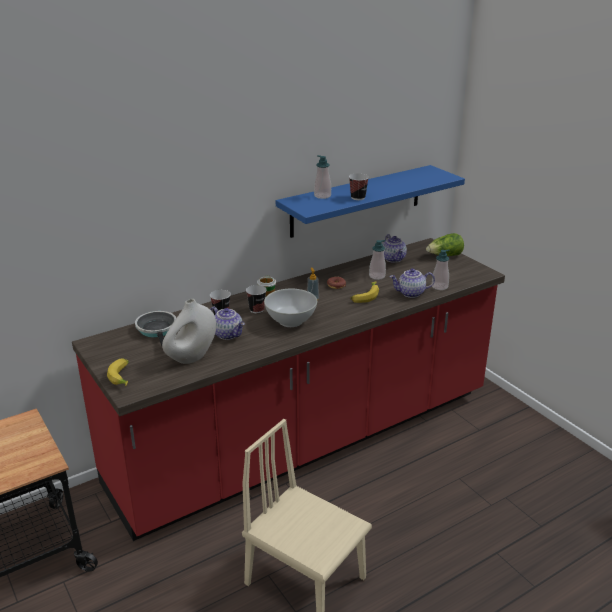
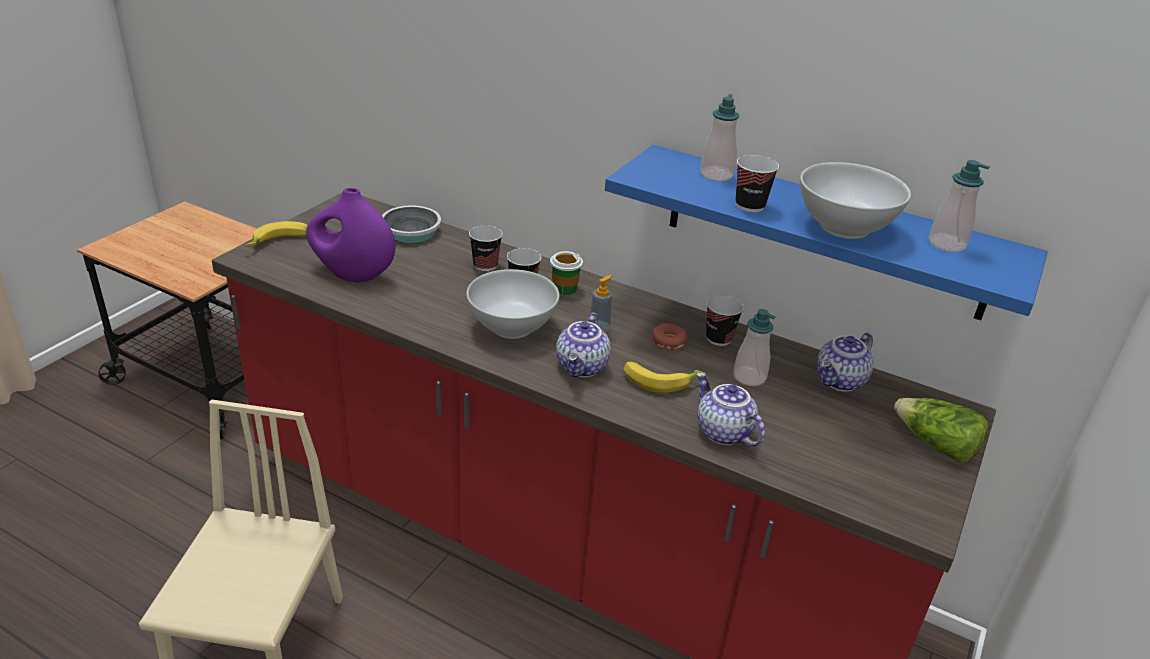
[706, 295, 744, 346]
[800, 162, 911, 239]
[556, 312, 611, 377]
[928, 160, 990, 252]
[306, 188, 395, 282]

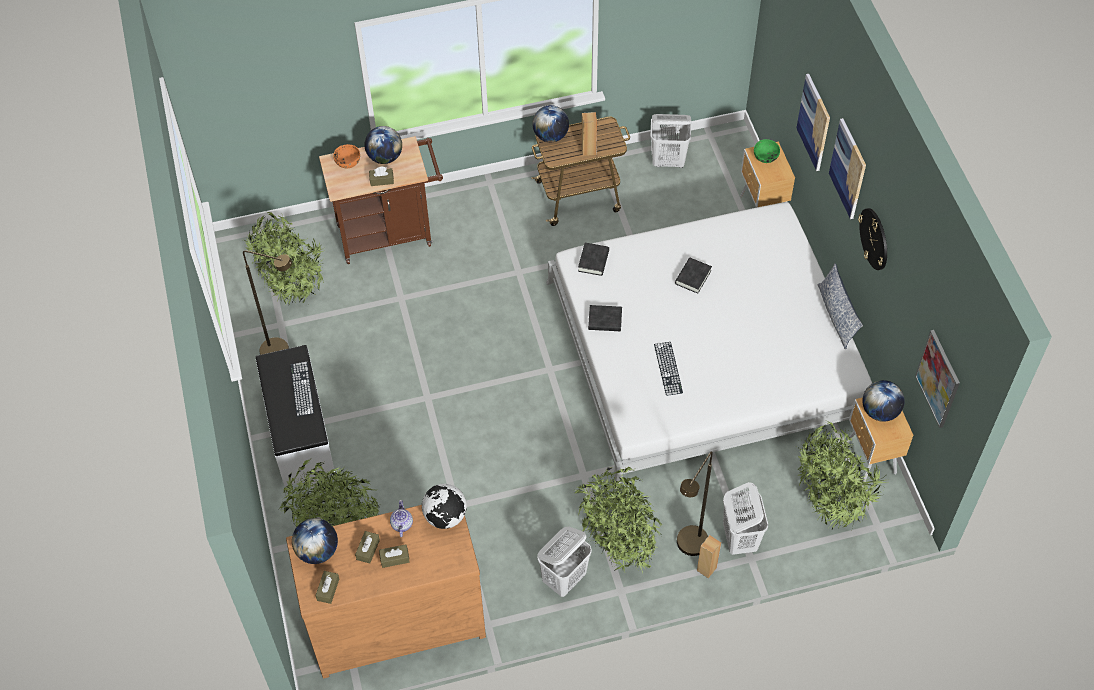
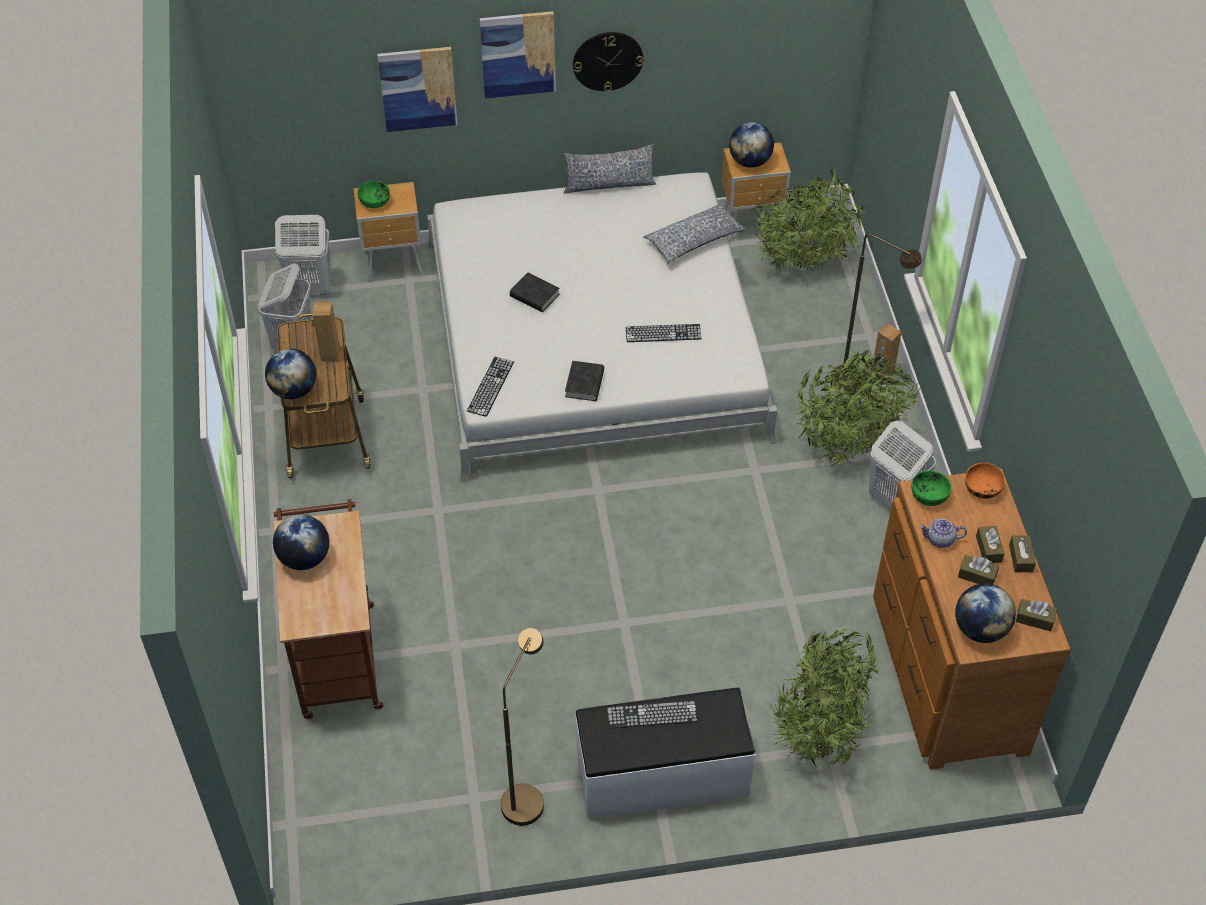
[245, 212, 324, 304] (first image)
[915, 330, 960, 428] (first image)
[643, 202, 746, 264]
[965, 463, 1005, 499]
[1009, 535, 1036, 572]
[275, 215, 331, 296]
[911, 470, 951, 506]
[467, 357, 514, 417]

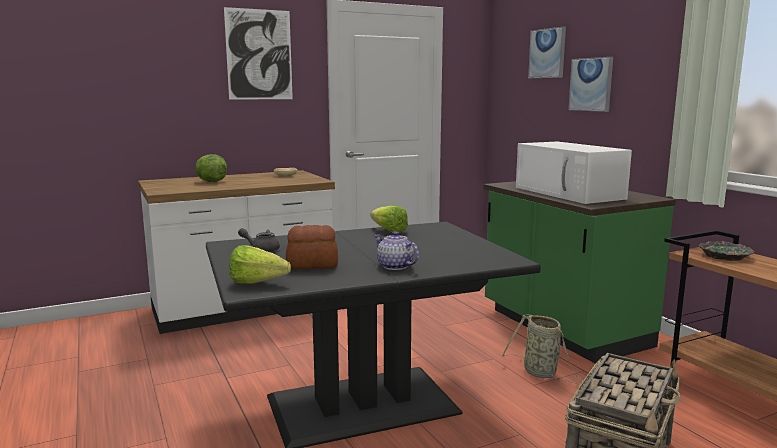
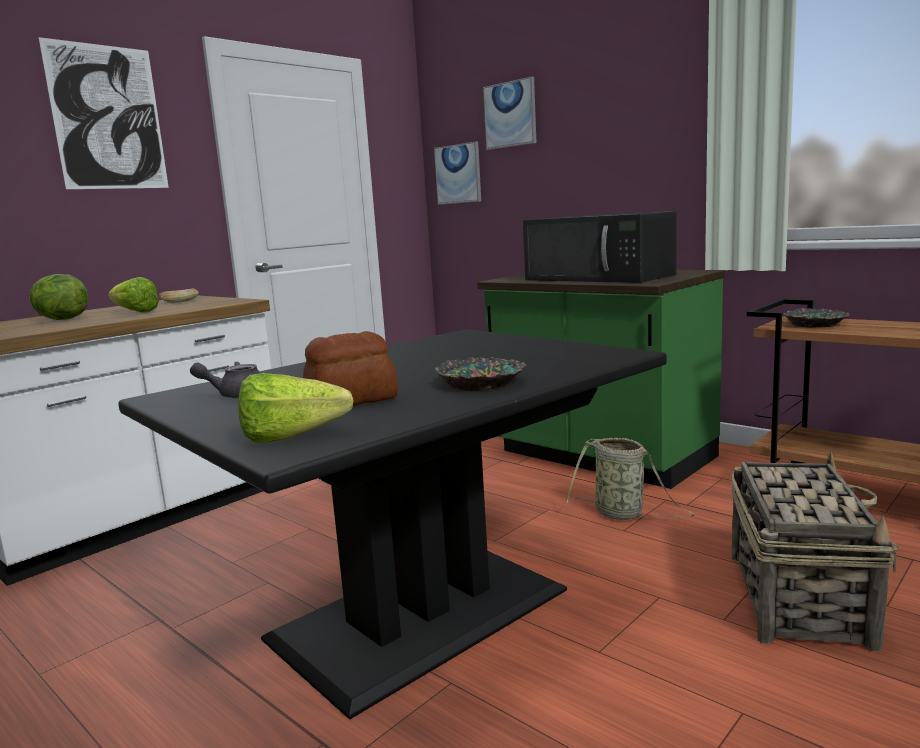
[108, 277, 159, 313]
[434, 141, 481, 205]
[435, 357, 526, 391]
[523, 211, 677, 283]

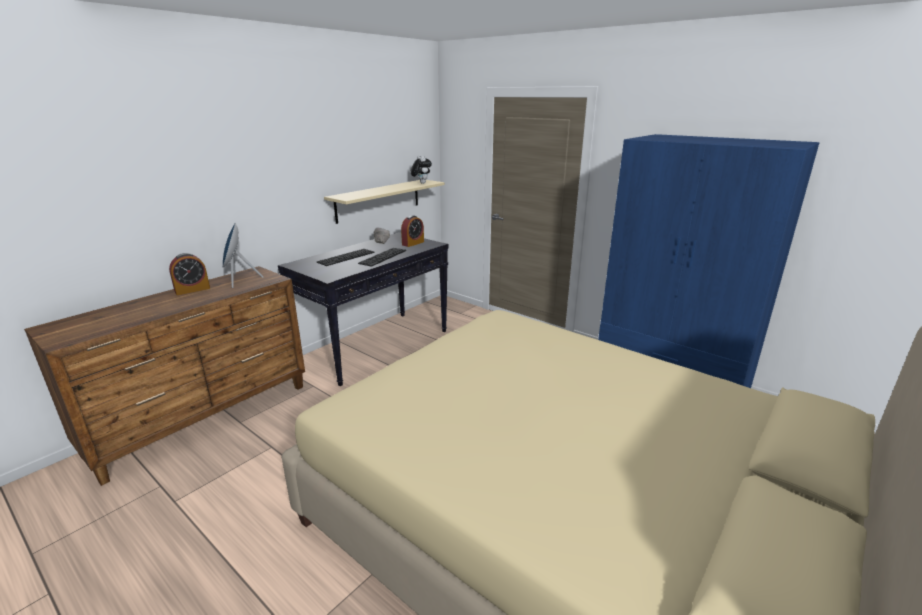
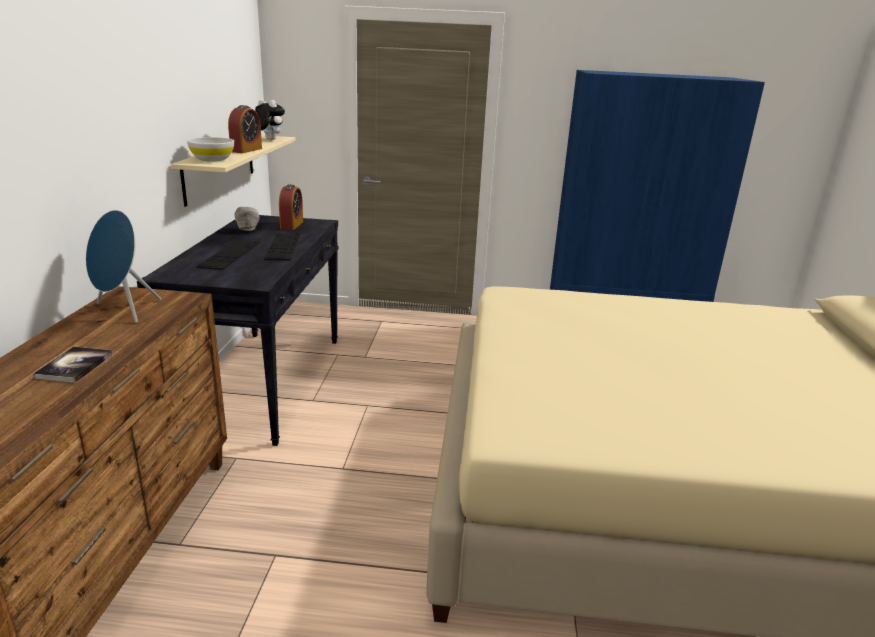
[33, 346, 113, 383]
[187, 137, 234, 162]
[228, 105, 262, 153]

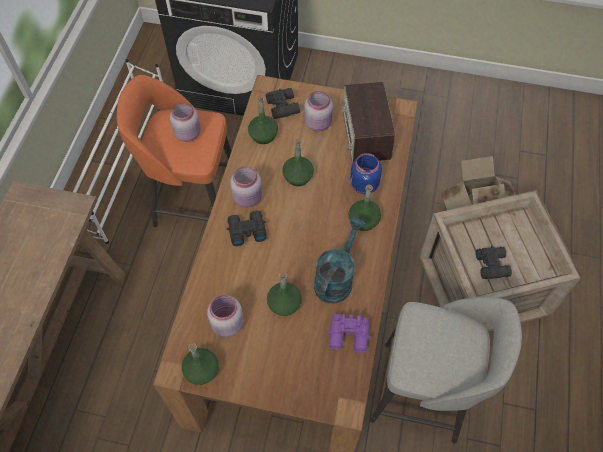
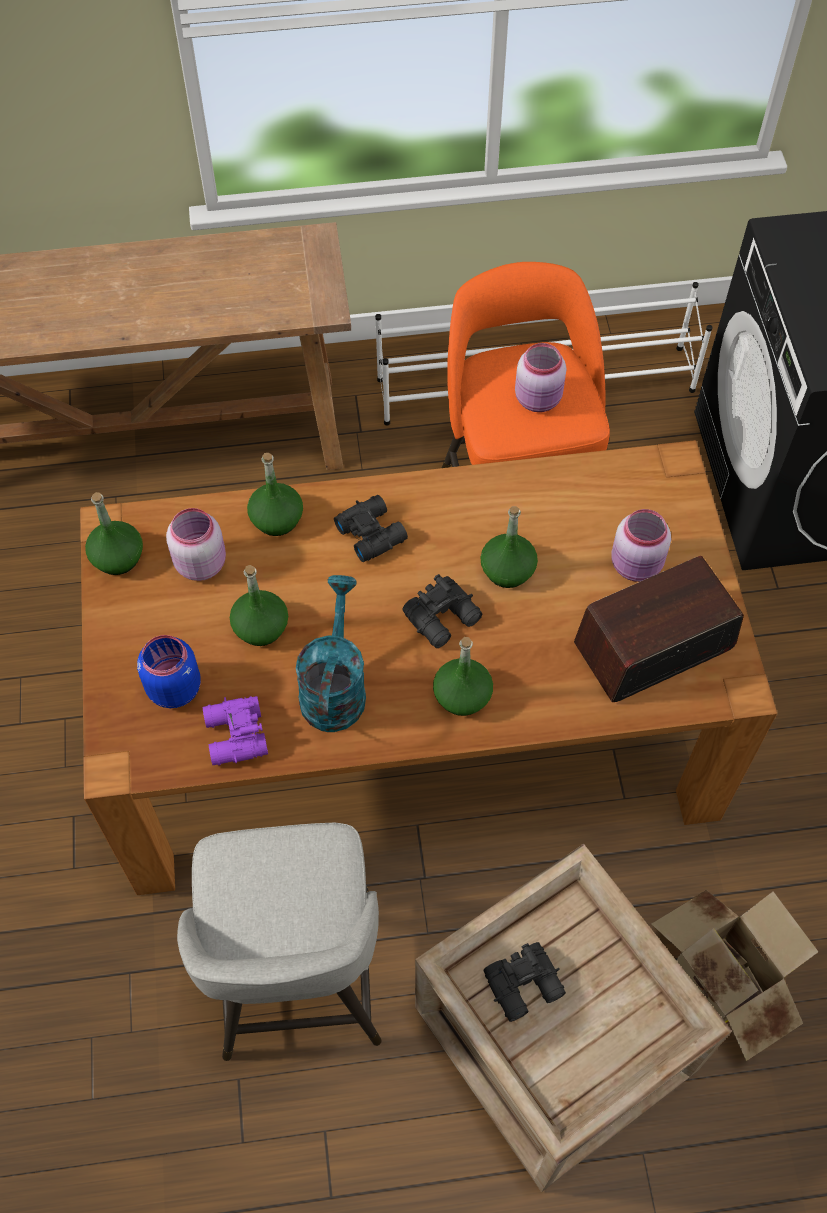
[230, 166, 262, 208] (first image)
[247, 453, 303, 536]
[402, 574, 482, 648]
[137, 635, 201, 708]
[296, 575, 366, 732]

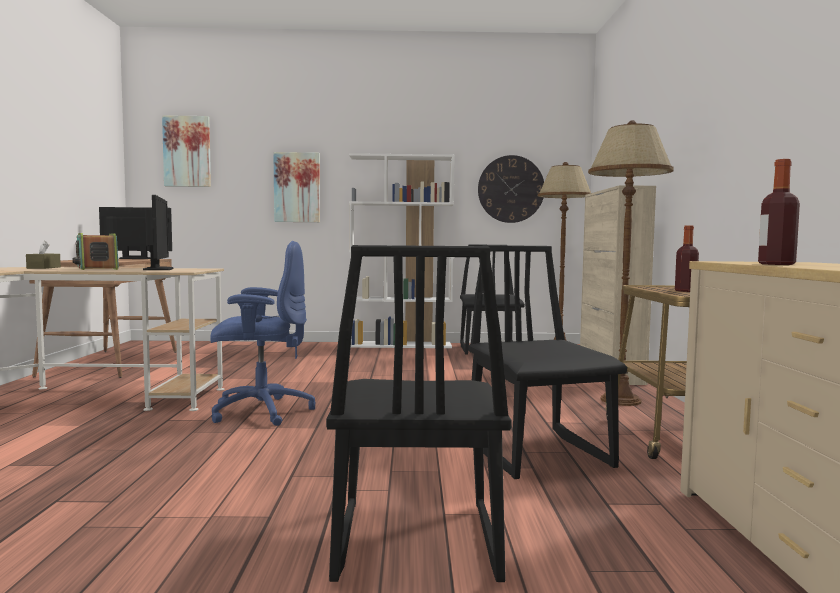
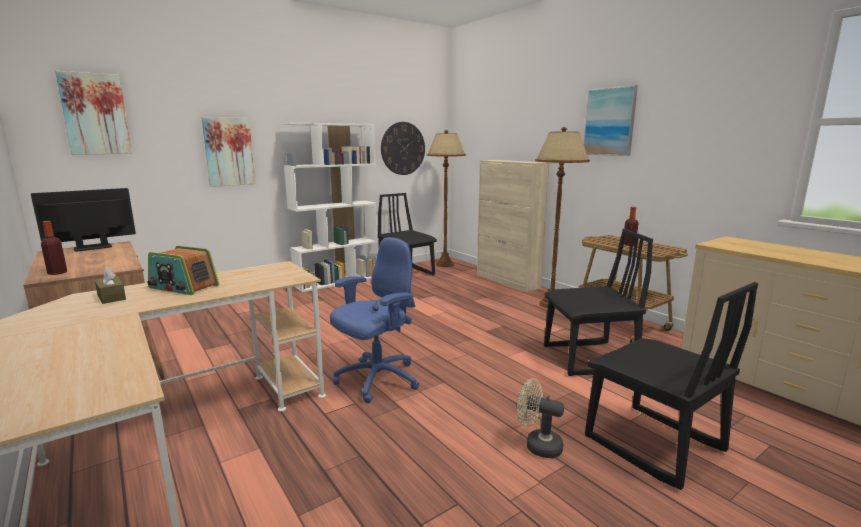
[143, 195, 174, 270] (first image)
[517, 379, 564, 458]
[584, 85, 638, 156]
[41, 221, 67, 275]
[544, 229, 653, 376]

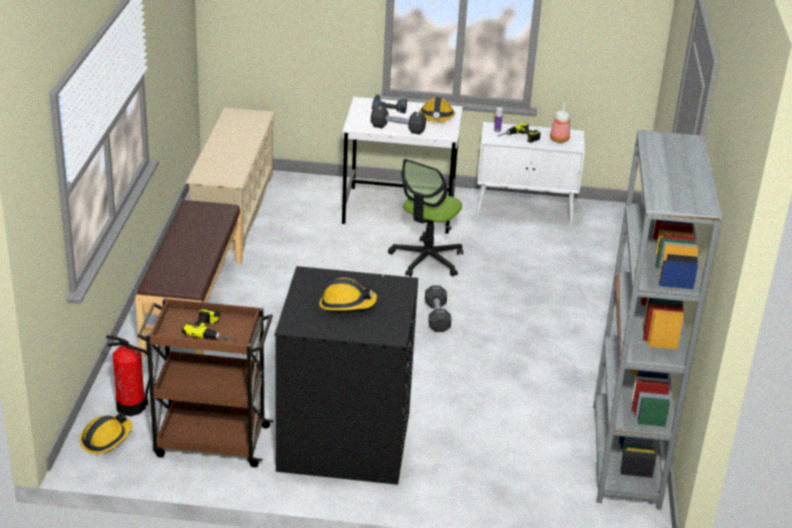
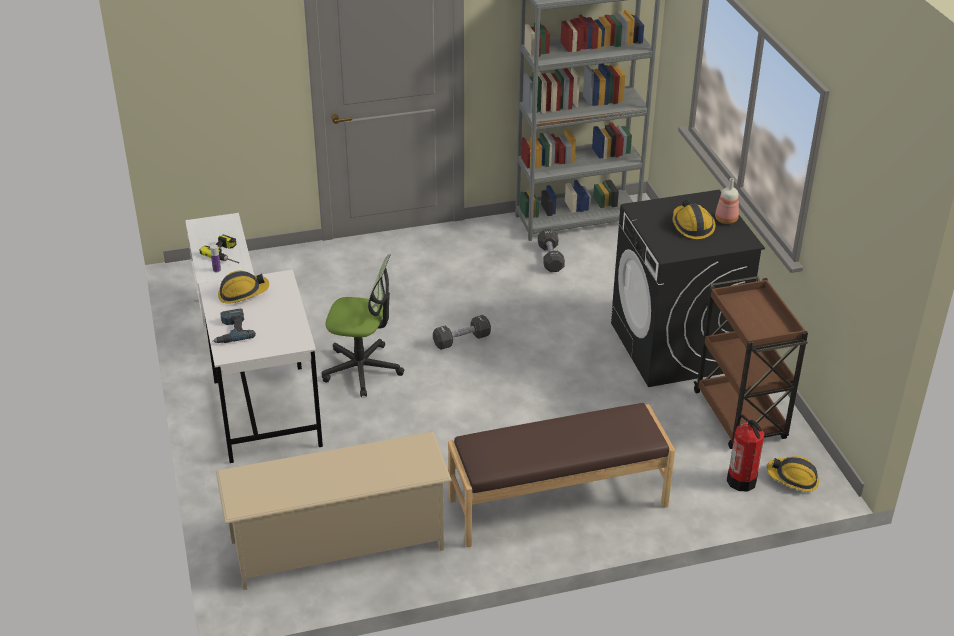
[182, 308, 236, 340] (first image)
[538, 229, 565, 272]
[715, 178, 739, 224]

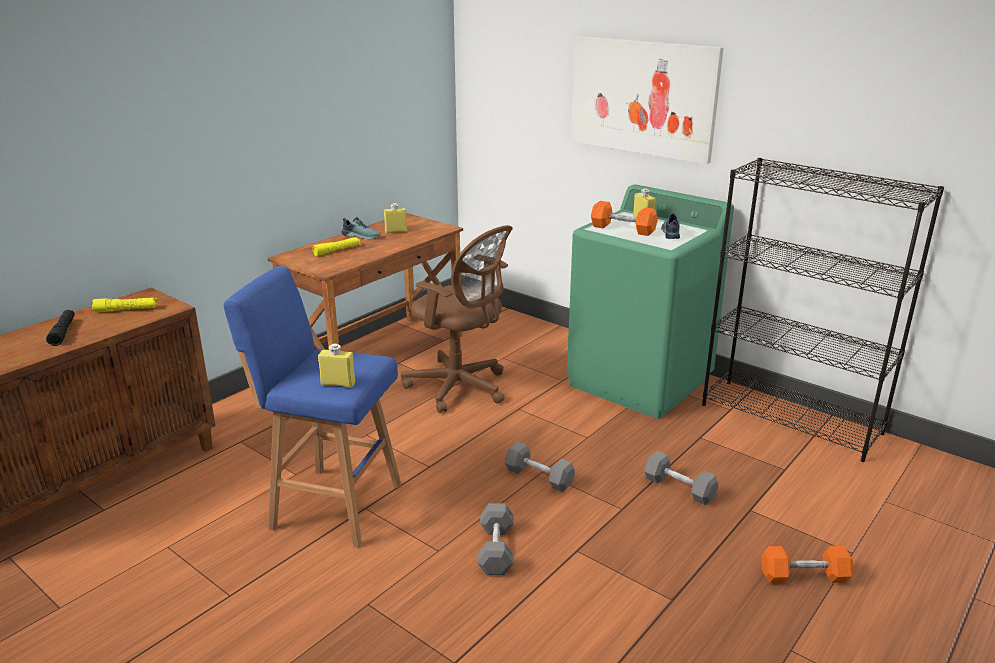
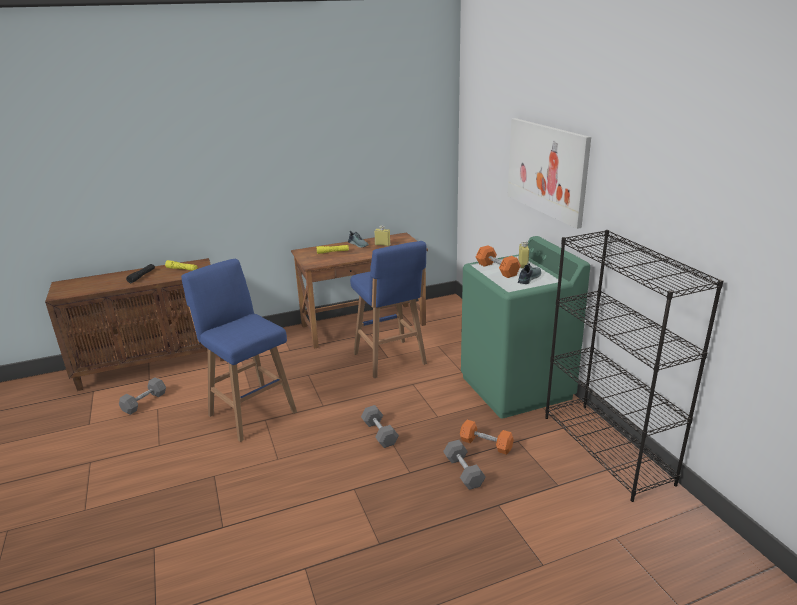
[318, 344, 355, 388] (first image)
[119, 377, 166, 415]
[460, 420, 514, 455]
[350, 241, 427, 378]

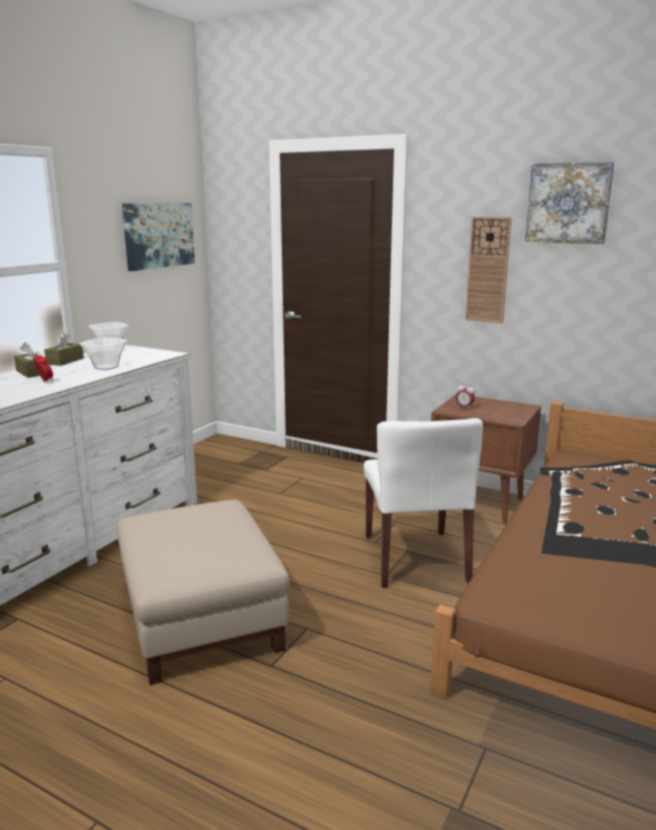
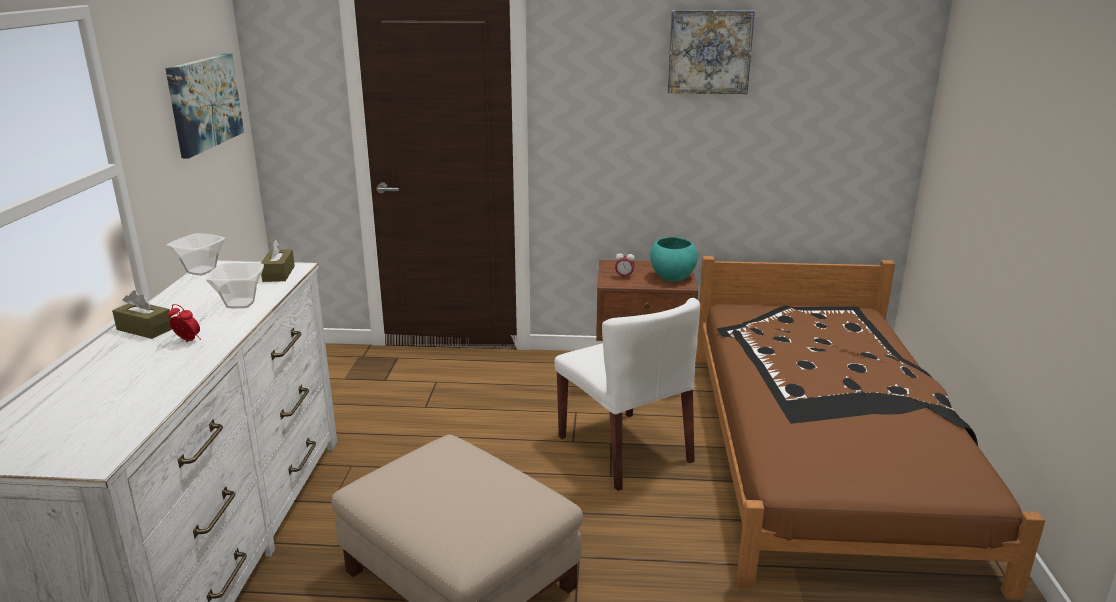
[465, 217, 512, 323] (first image)
[650, 237, 698, 282]
[261, 239, 295, 282]

